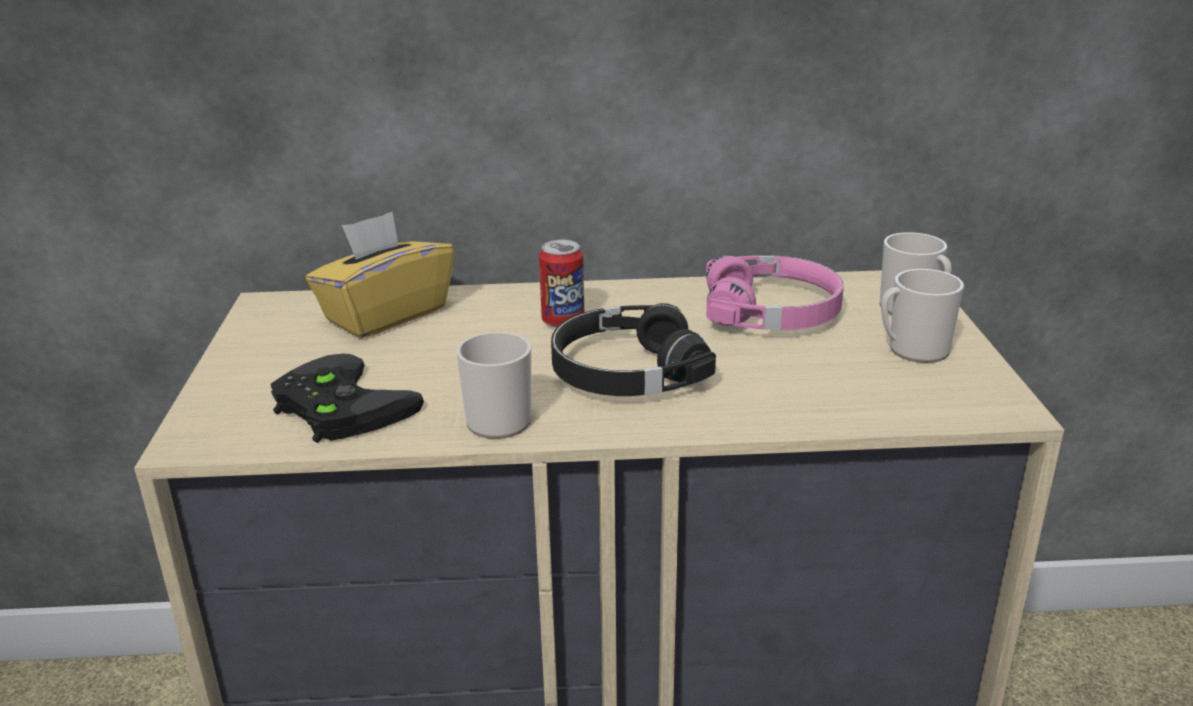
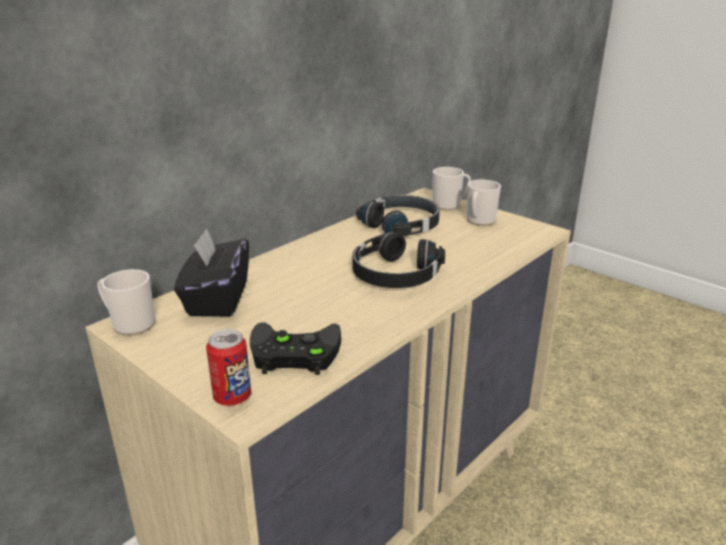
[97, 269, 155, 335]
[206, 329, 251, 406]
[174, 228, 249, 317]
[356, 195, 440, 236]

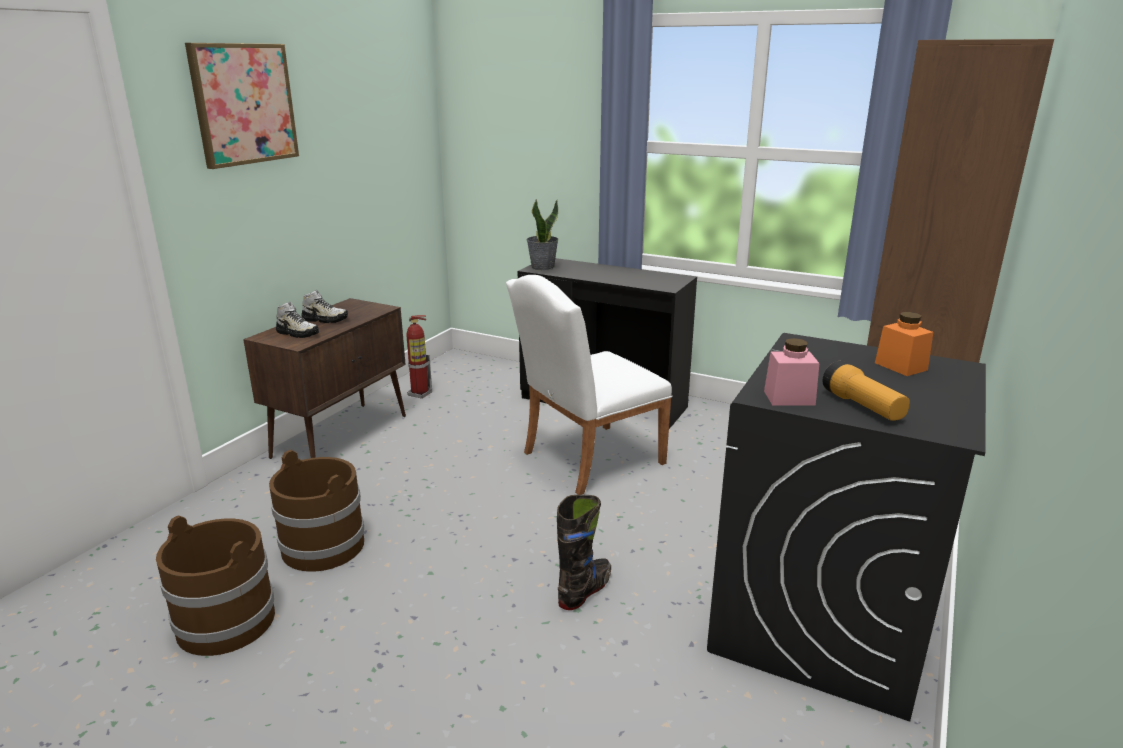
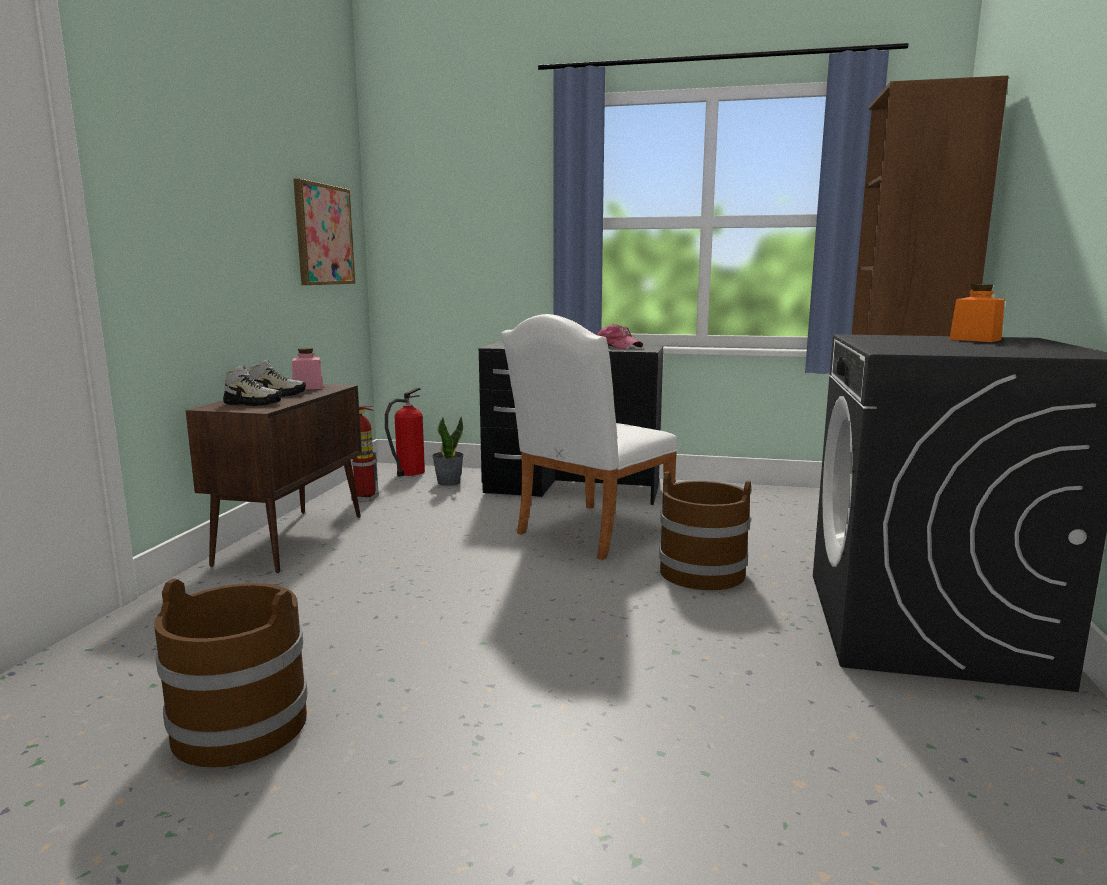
[557, 495, 611, 610] (first image)
[823, 361, 910, 421] (first image)
[385, 388, 425, 477]
[597, 324, 643, 349]
[293, 179, 355, 285]
[659, 471, 751, 590]
[432, 417, 464, 486]
[292, 348, 323, 389]

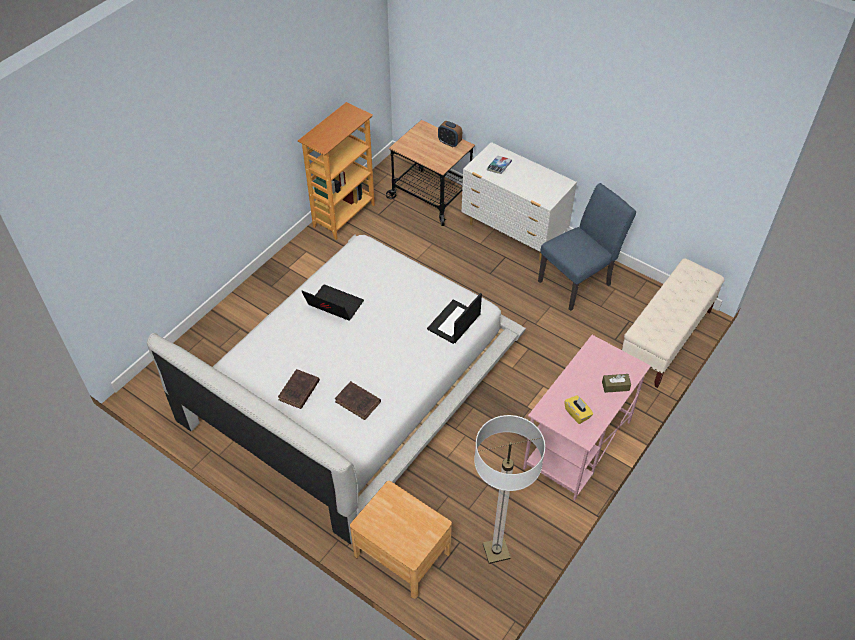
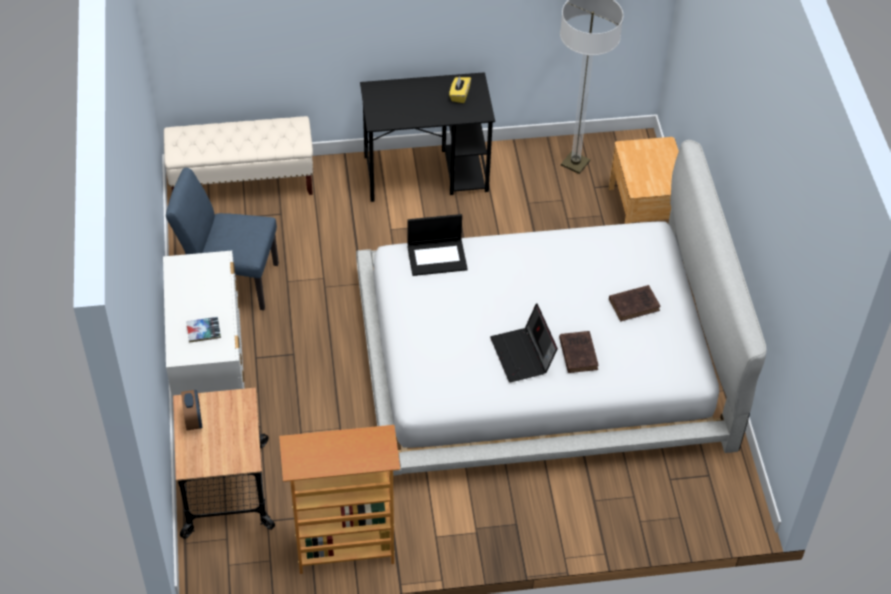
[602, 374, 631, 393] (first image)
[559, 331, 599, 373]
[360, 72, 495, 202]

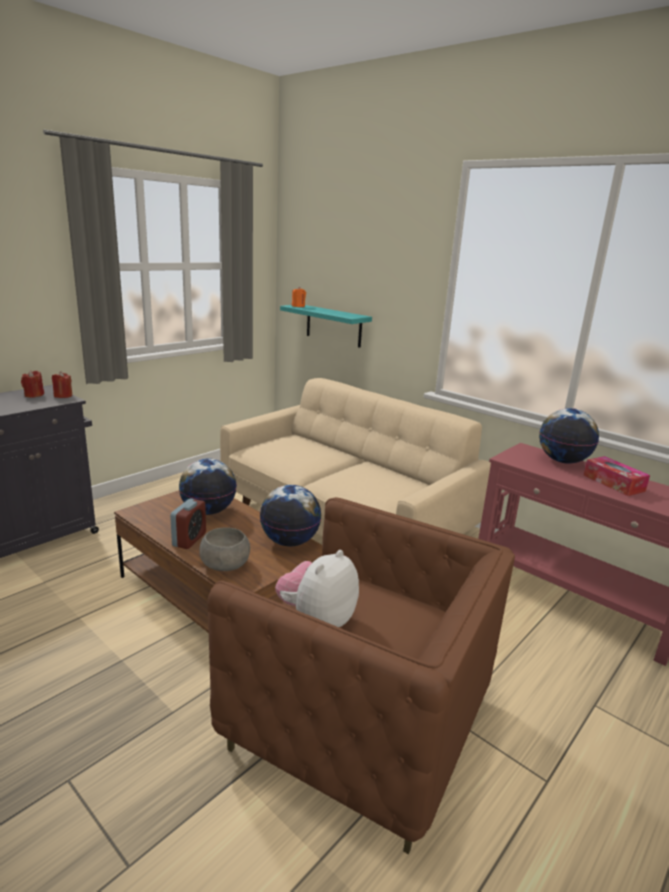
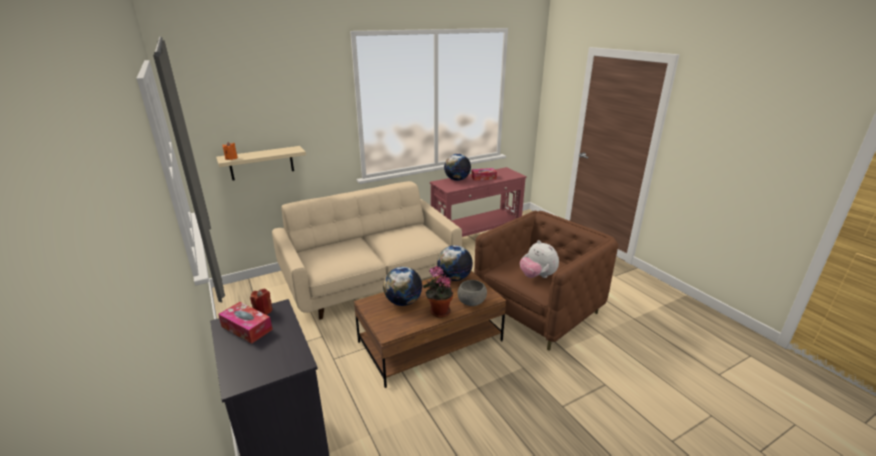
[218, 302, 273, 344]
[423, 266, 453, 318]
[216, 146, 306, 181]

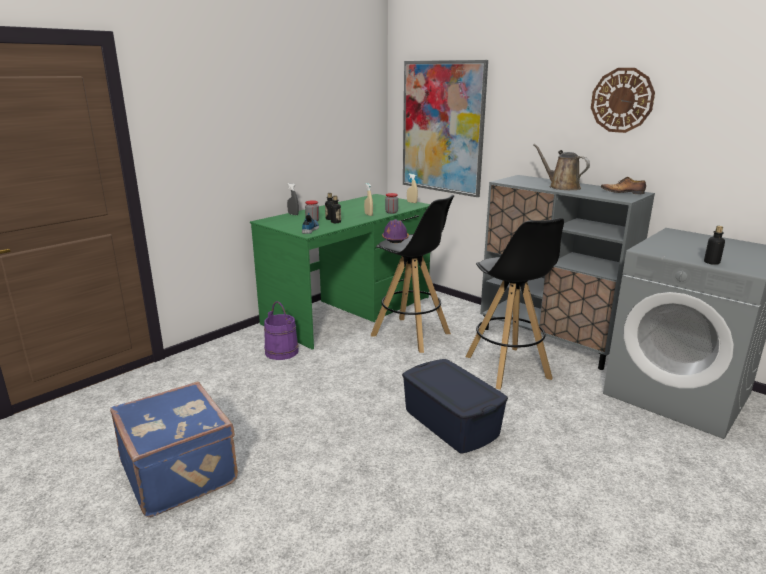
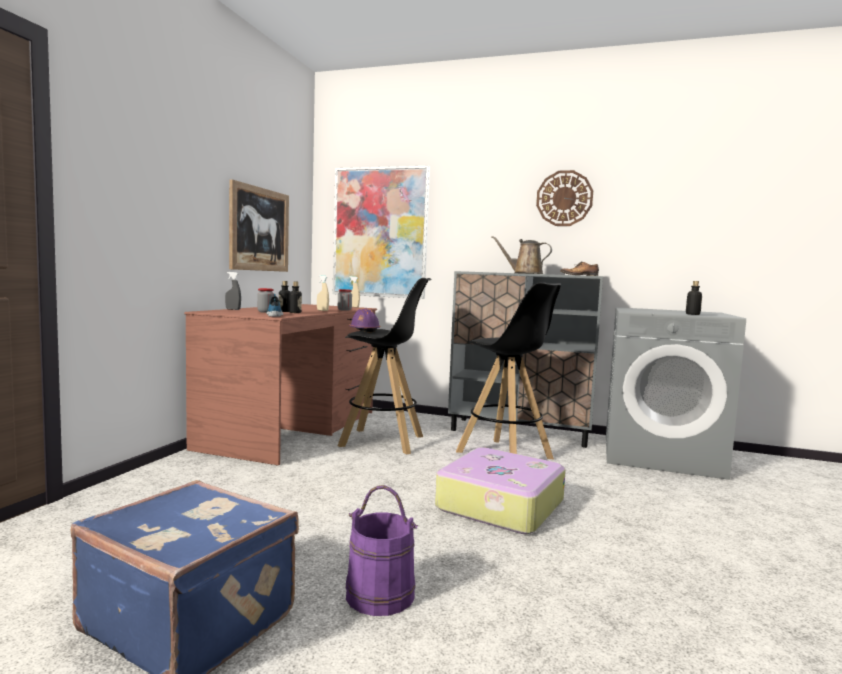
[229, 180, 289, 272]
[346, 485, 418, 616]
[435, 447, 566, 534]
[184, 304, 377, 465]

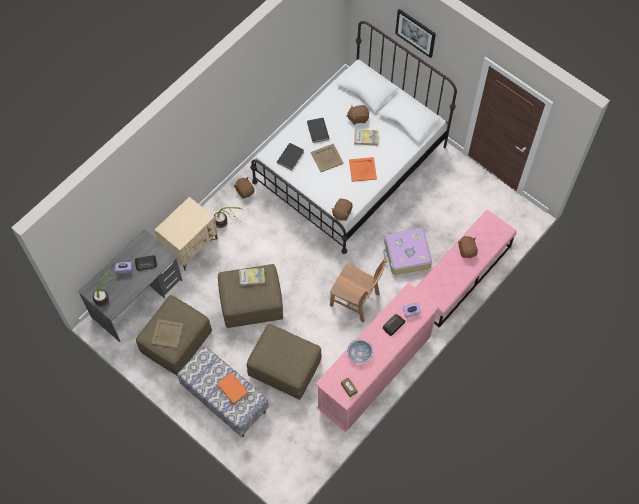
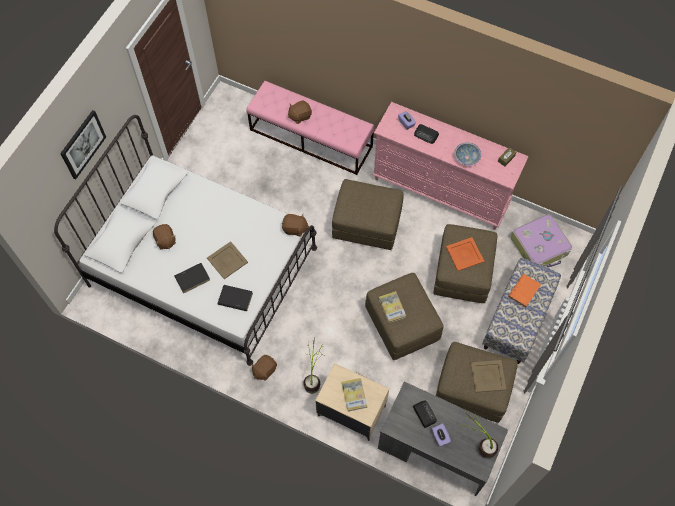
[446, 237, 484, 271]
[342, 378, 367, 412]
[511, 214, 572, 268]
[332, 179, 404, 250]

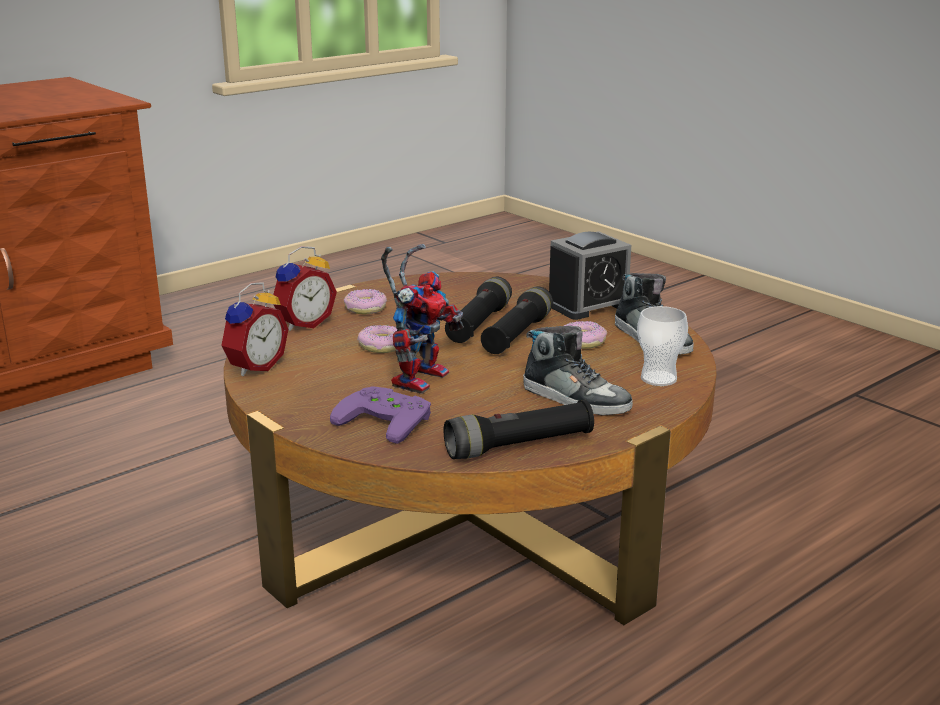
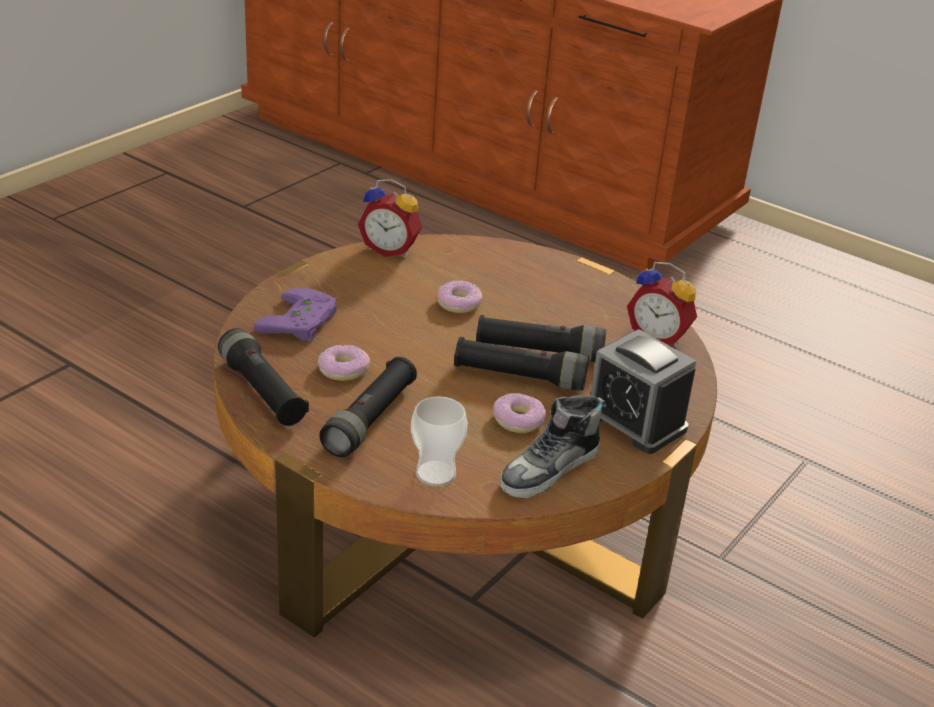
[381, 244, 464, 394] (first image)
[627, 262, 697, 346]
[318, 345, 370, 381]
[319, 357, 417, 457]

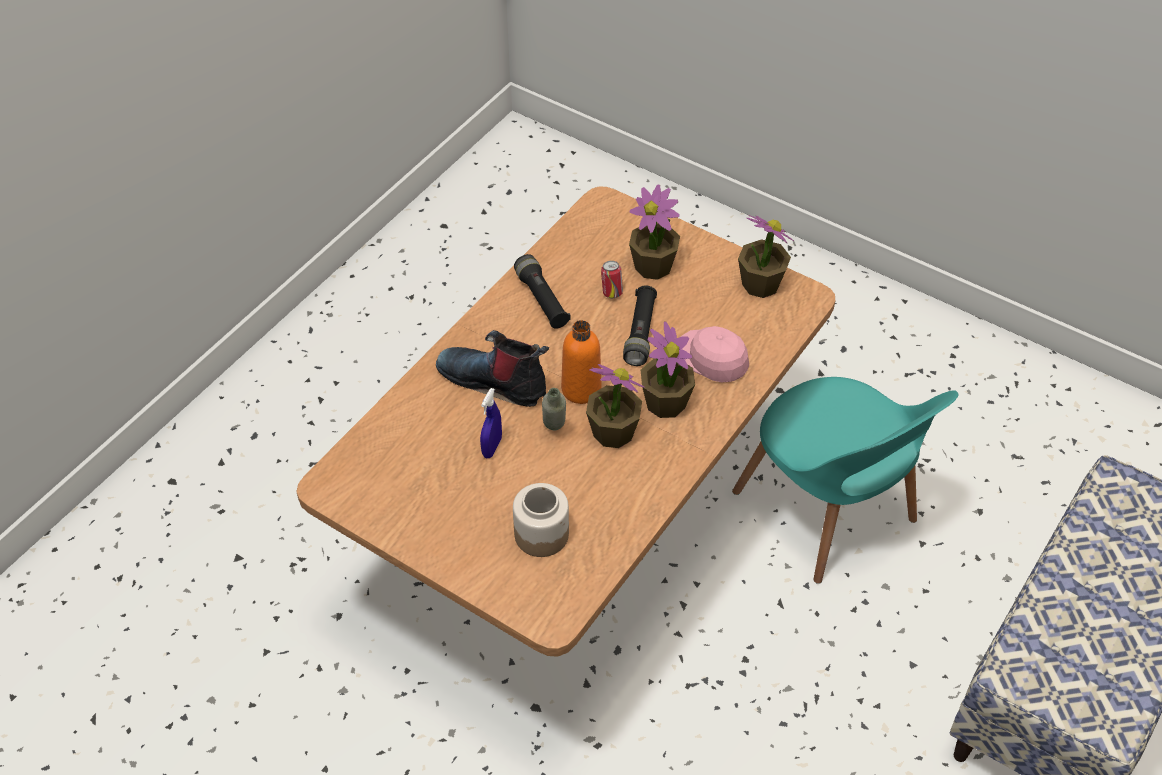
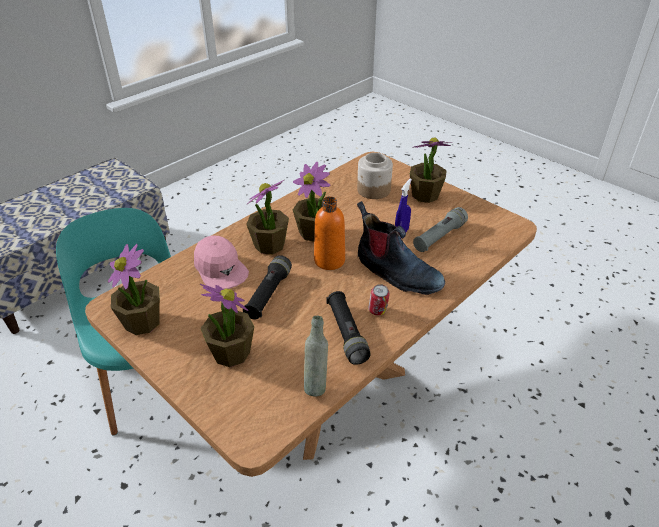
[410, 138, 452, 203]
[413, 207, 468, 252]
[304, 315, 328, 397]
[369, 284, 390, 316]

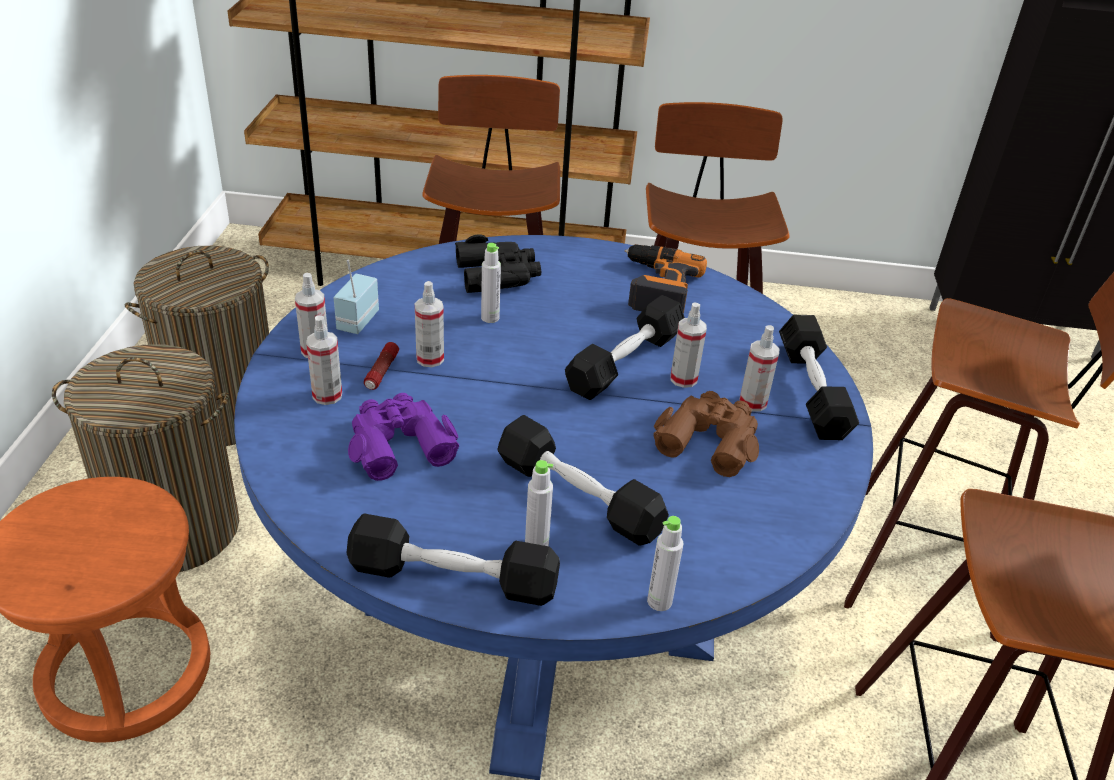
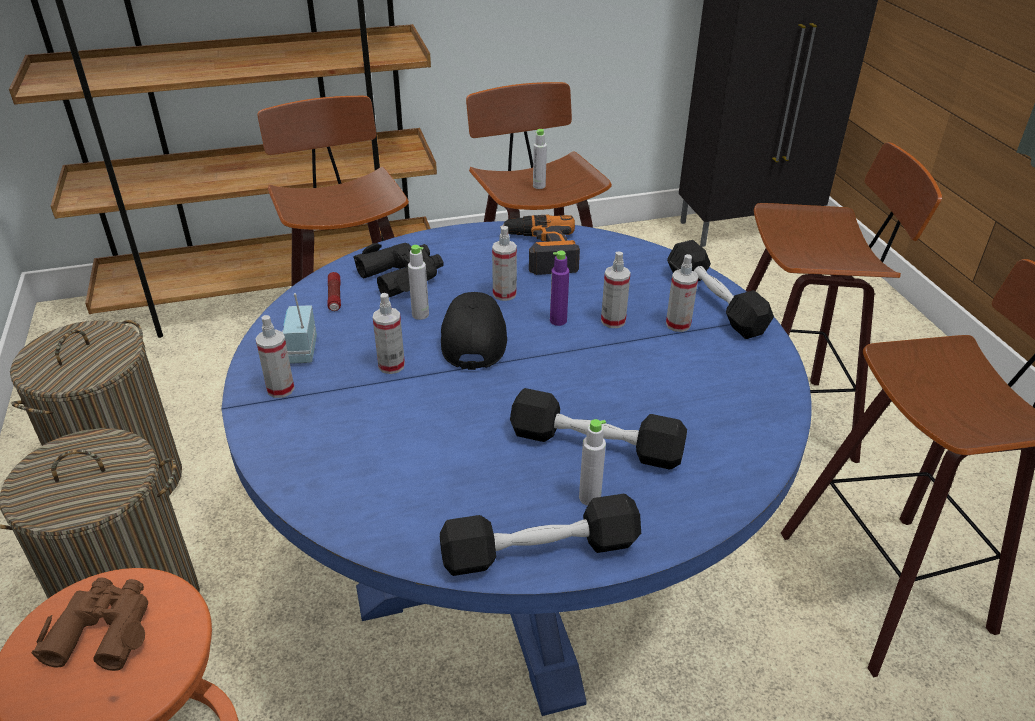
[348, 393, 459, 481] (first image)
[441, 292, 507, 370]
[492, 226, 517, 301]
[328, 272, 341, 311]
[533, 129, 547, 189]
[31, 577, 148, 671]
[550, 250, 569, 326]

